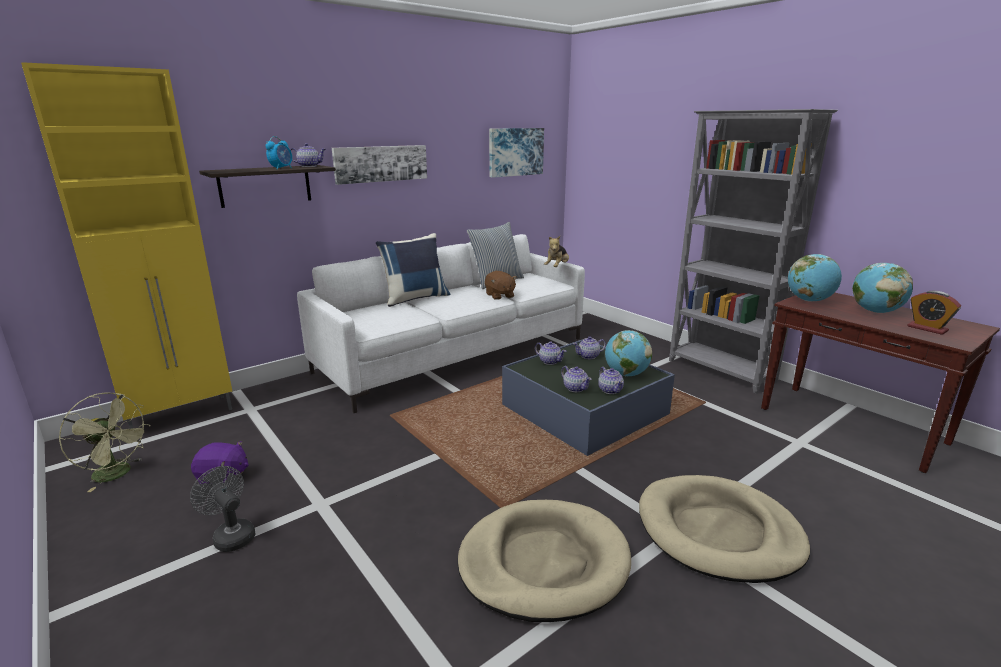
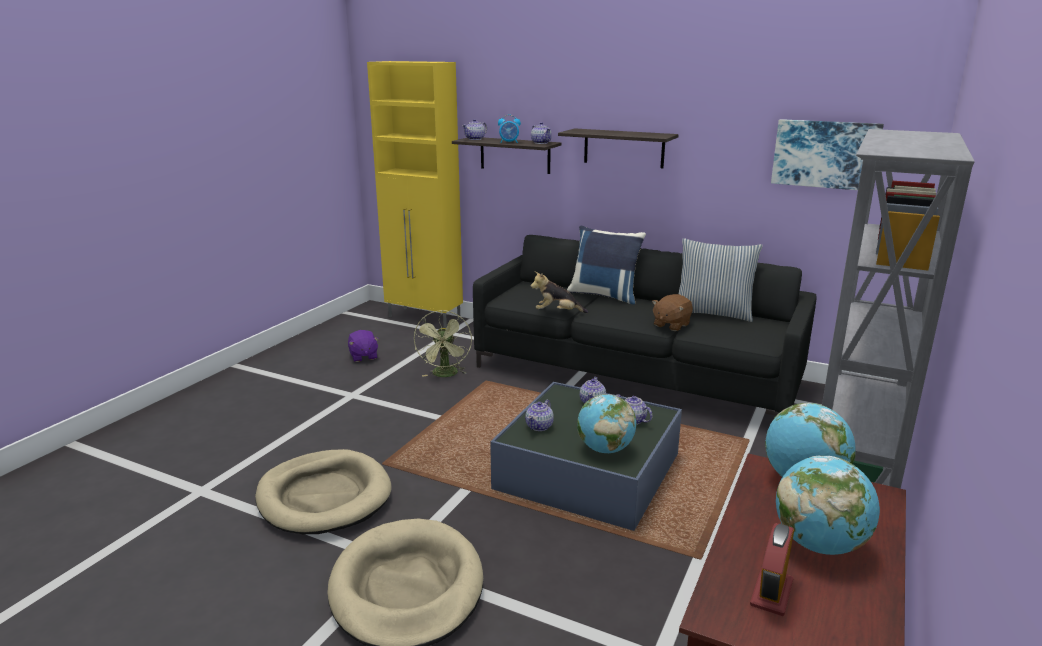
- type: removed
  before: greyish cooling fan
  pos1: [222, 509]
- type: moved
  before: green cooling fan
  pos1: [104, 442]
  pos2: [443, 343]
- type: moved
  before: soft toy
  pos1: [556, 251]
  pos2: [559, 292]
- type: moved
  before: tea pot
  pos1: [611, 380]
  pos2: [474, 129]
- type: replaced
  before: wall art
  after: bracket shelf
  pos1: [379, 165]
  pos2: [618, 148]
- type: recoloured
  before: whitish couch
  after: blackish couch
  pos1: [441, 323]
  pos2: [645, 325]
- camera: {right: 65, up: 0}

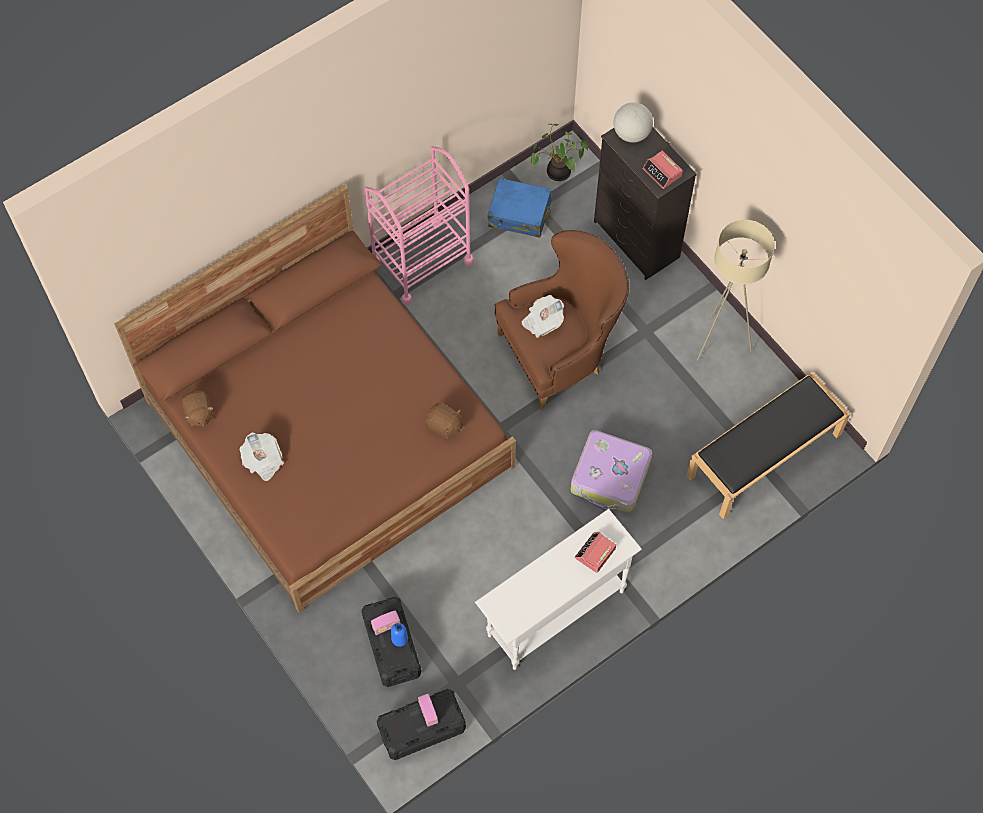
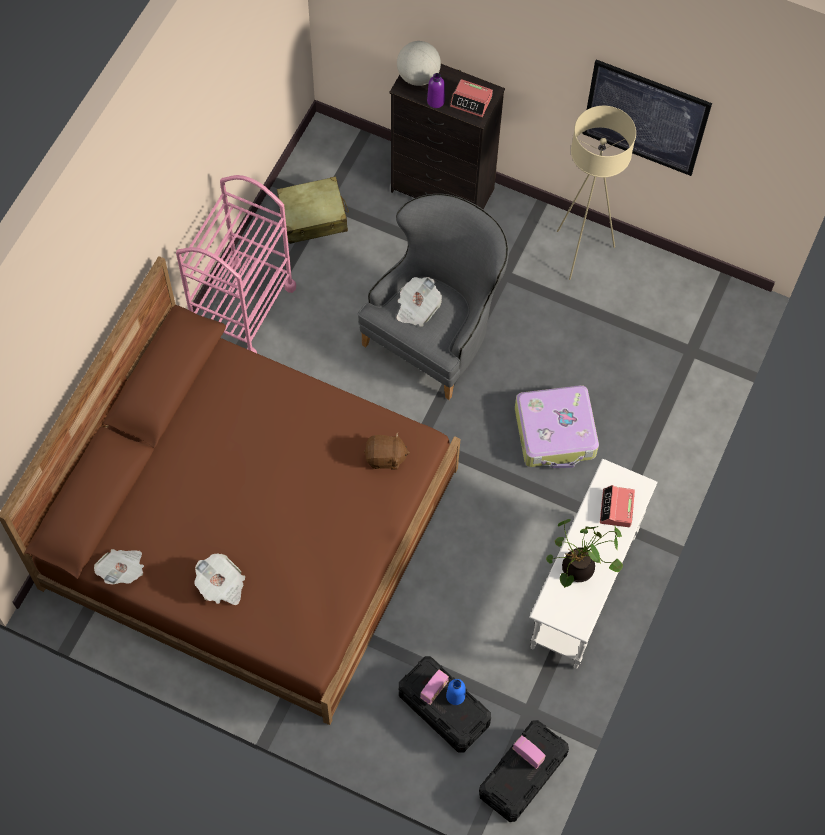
- type: removed
  before: blackish indoor bench
  pos1: [768, 445]
- type: added
  after: purple-coloured beverage bottle
  pos2: [436, 90]
- type: added
  after: wall art
  pos2: [647, 117]
- type: moved
  before: potted plant
  pos1: [559, 152]
  pos2: [584, 553]
- type: replaced
  before: brown soft toy
  after: printed paper
  pos1: [197, 408]
  pos2: [119, 566]
- type: recoloured
  before: blue piece of luggage
  after: beige-coloured piece of luggage
  pos1: [519, 208]
  pos2: [313, 210]
- type: recoloured
  before: brown lounge chair
  after: greyish lounge chair
  pos1: [562, 320]
  pos2: [433, 297]
- camera: {right: -30, up: 0}

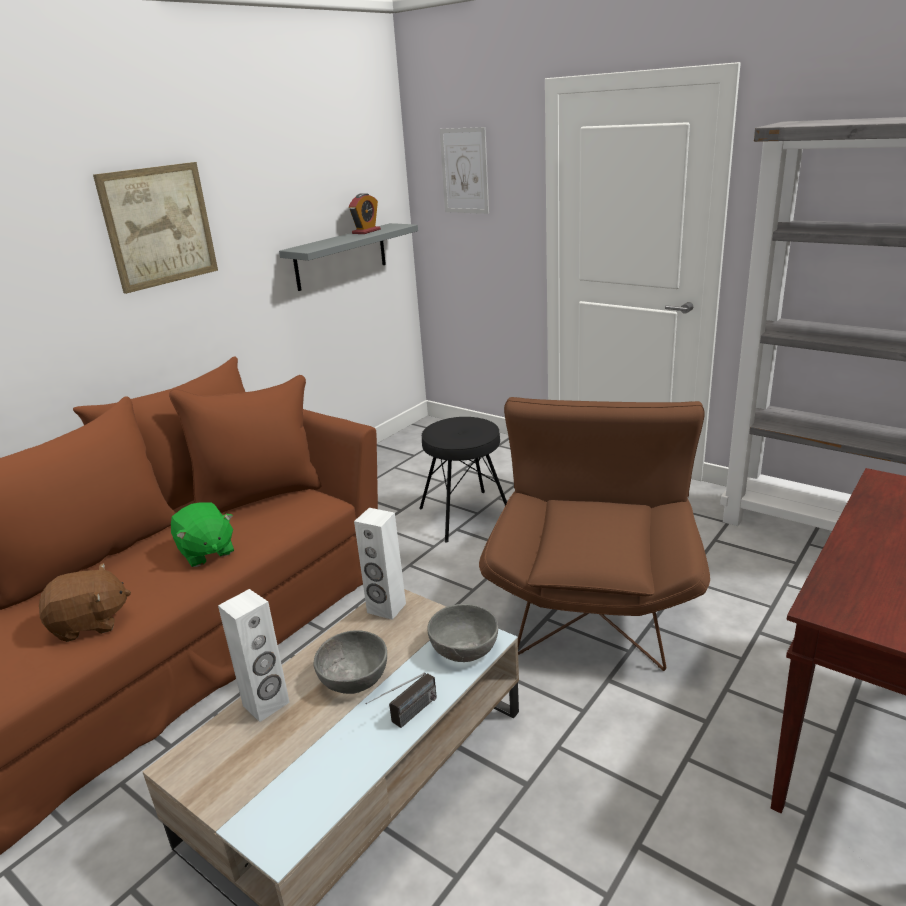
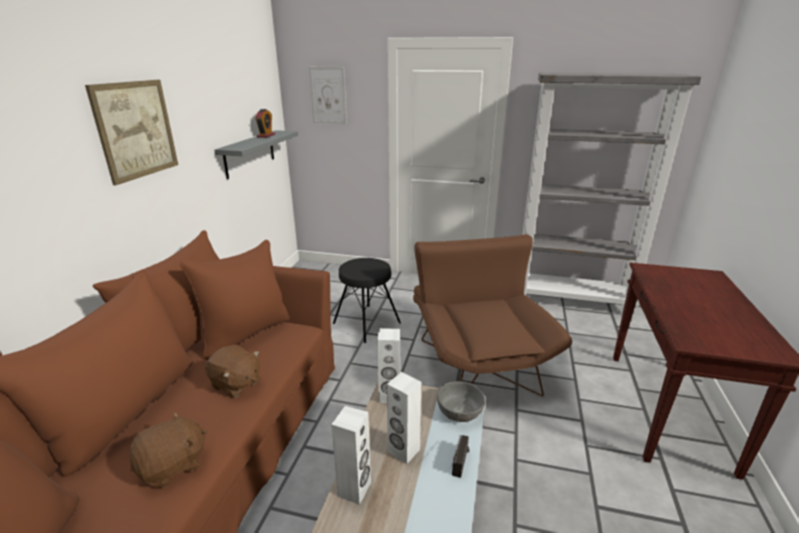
- type: replaced
  before: greyish serving bowl
  after: whitish speaker
  pos1: [350, 662]
  pos2: [404, 418]
- type: recoloured
  before: green soft toy
  after: brown soft toy
  pos1: [202, 535]
  pos2: [232, 371]
- camera: {right: -25, up: 0}

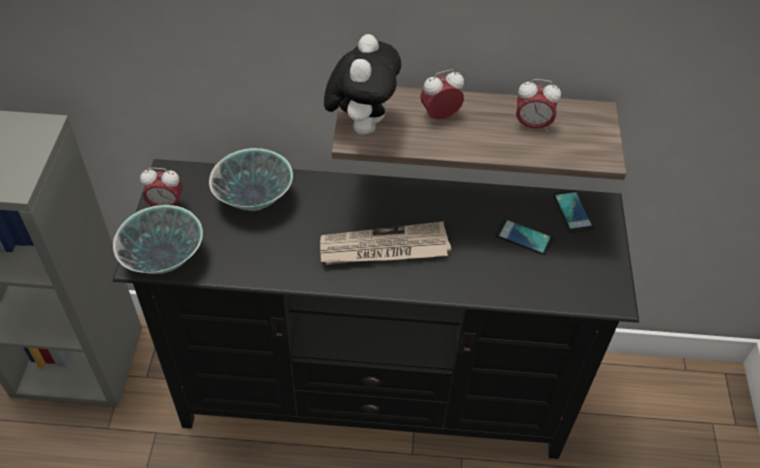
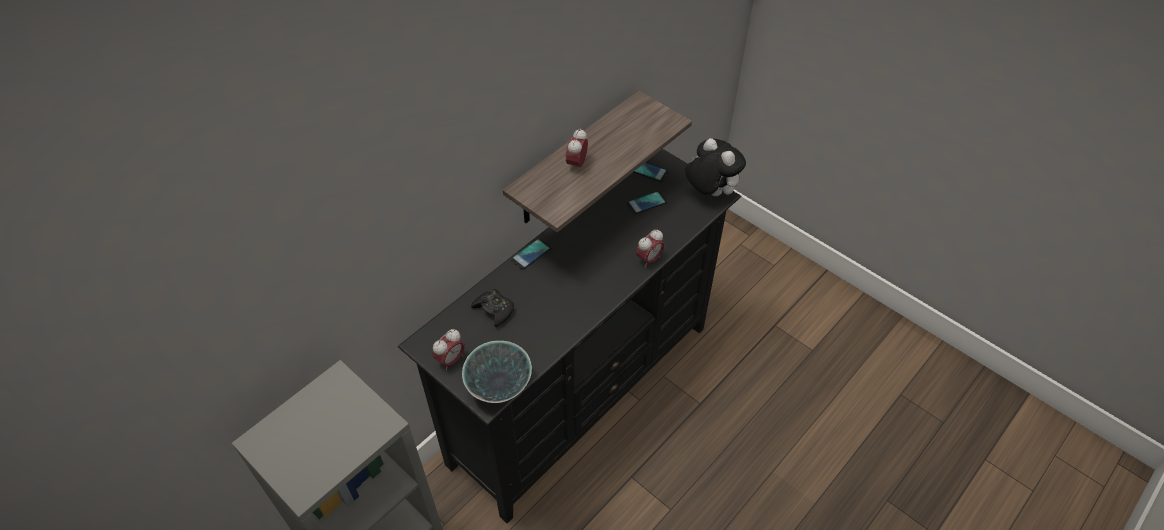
- type: removed
  before: printed paper
  pos1: [385, 243]
- type: added
  after: handset
  pos2: [531, 254]
- type: moved
  before: soft toy
  pos1: [362, 84]
  pos2: [715, 167]
- type: moved
  before: table clock
  pos1: [538, 105]
  pos2: [650, 248]
- type: replaced
  before: serving bowl
  after: blackish joypad
  pos1: [251, 179]
  pos2: [492, 308]
- camera: {right: -50, up: 0}

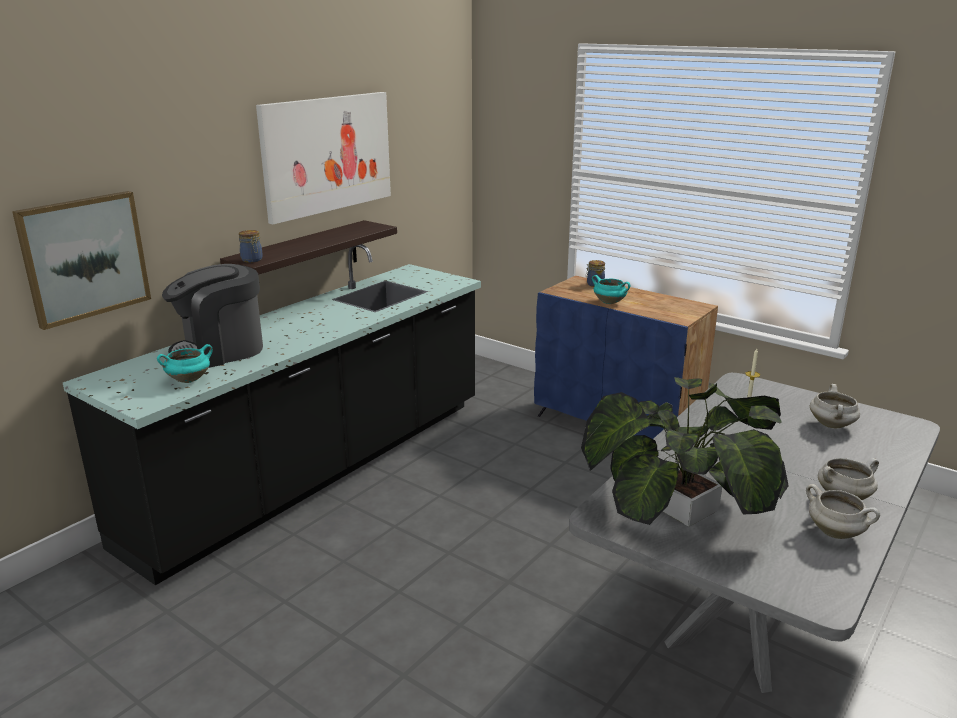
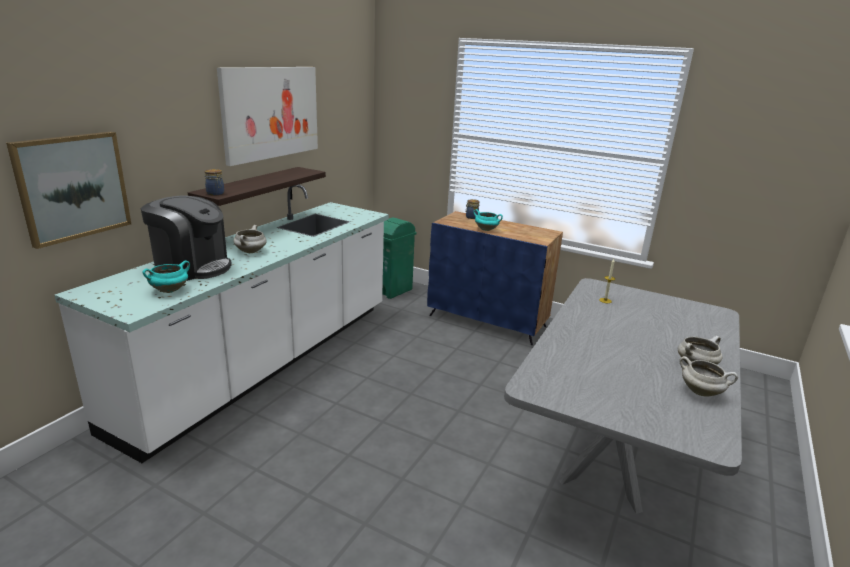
- type: removed
  before: potted plant
  pos1: [685, 451]
- type: added
  after: green trash can
  pos2: [400, 258]
- type: moved
  before: whitish saucepot
  pos1: [835, 406]
  pos2: [249, 239]
- type: recoloured
  before: blackish kitchen counter
  after: whitish kitchen counter
  pos1: [272, 414]
  pos2: [221, 323]
- type: turned
  before: coffee brewer
  pos1: [212, 316]
  pos2: [186, 238]
  turn: -120
- camera: {right: -10, up: 0}

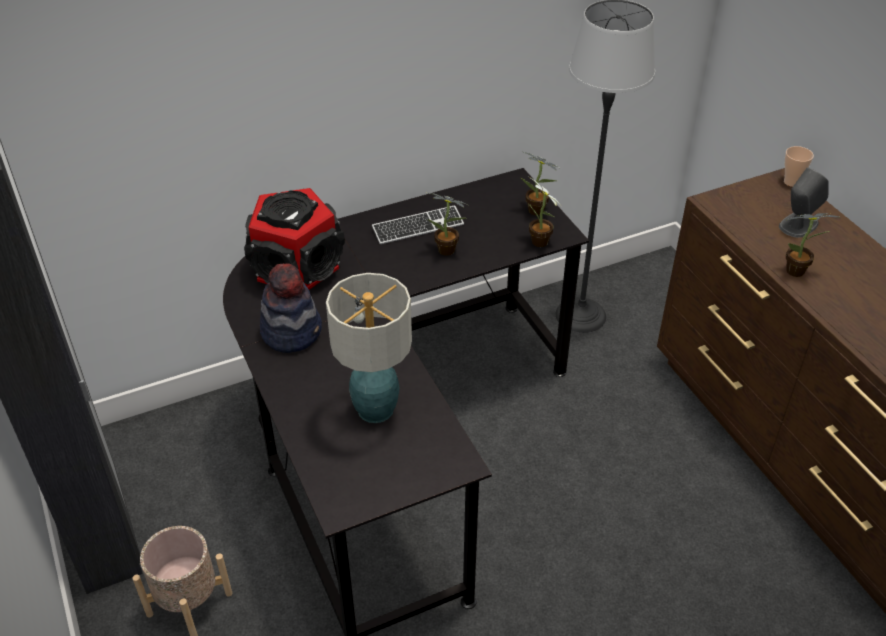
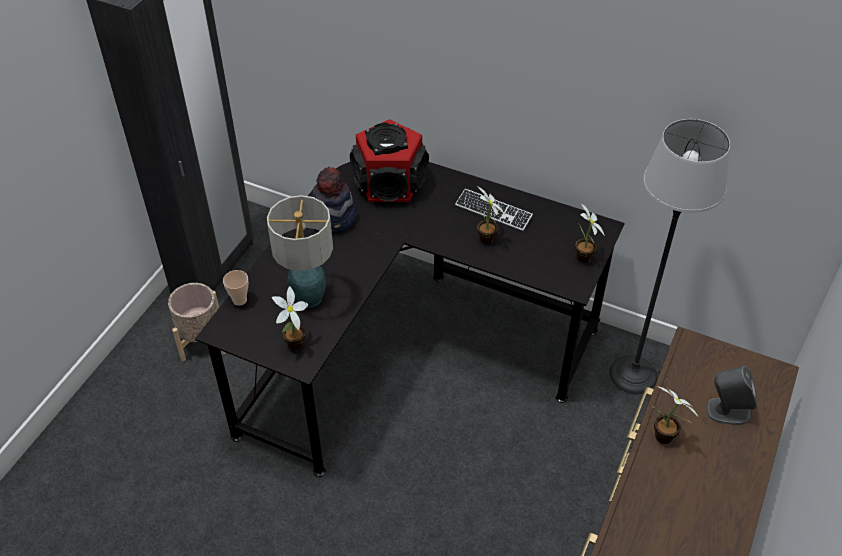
- type: moved
  before: potted plant
  pos1: [545, 212]
  pos2: [290, 318]
- type: moved
  before: cup
  pos1: [799, 166]
  pos2: [235, 288]
- camera: {right: 50, up: 5}

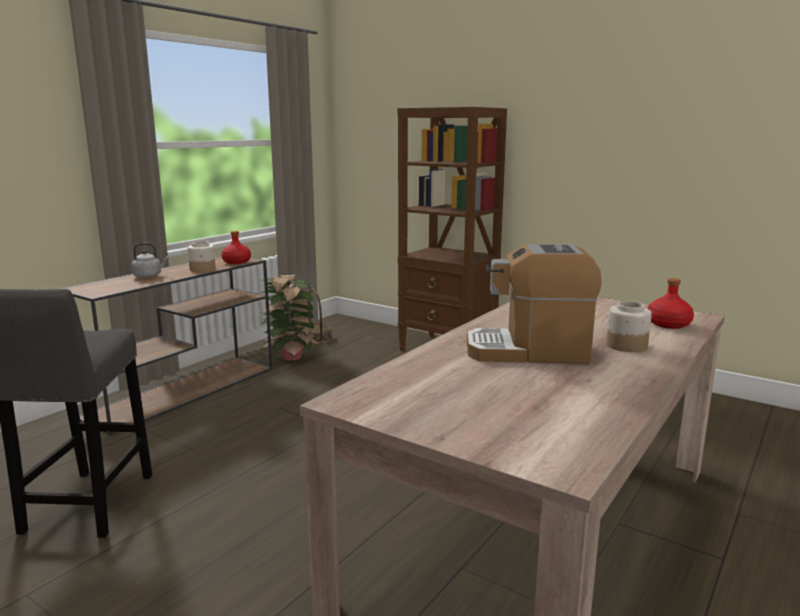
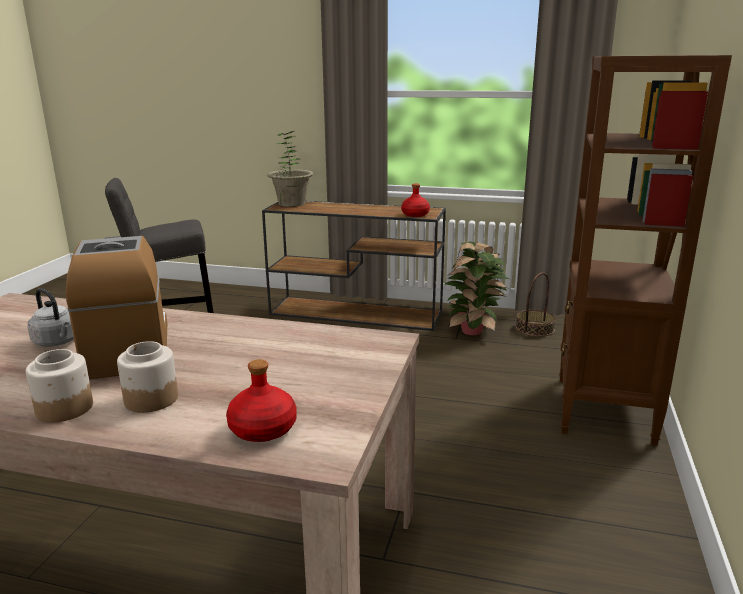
- type: added
  after: potted plant
  pos2: [290, 169]
- type: moved
  before: greyish water kettle
  pos1: [150, 260]
  pos2: [50, 317]
- type: moved
  before: jar
  pos1: [202, 256]
  pos2: [59, 385]
- camera: {right: 70, up: 5}

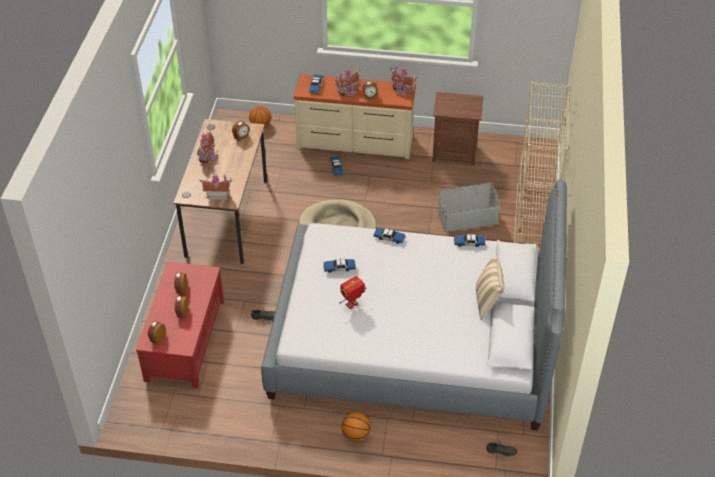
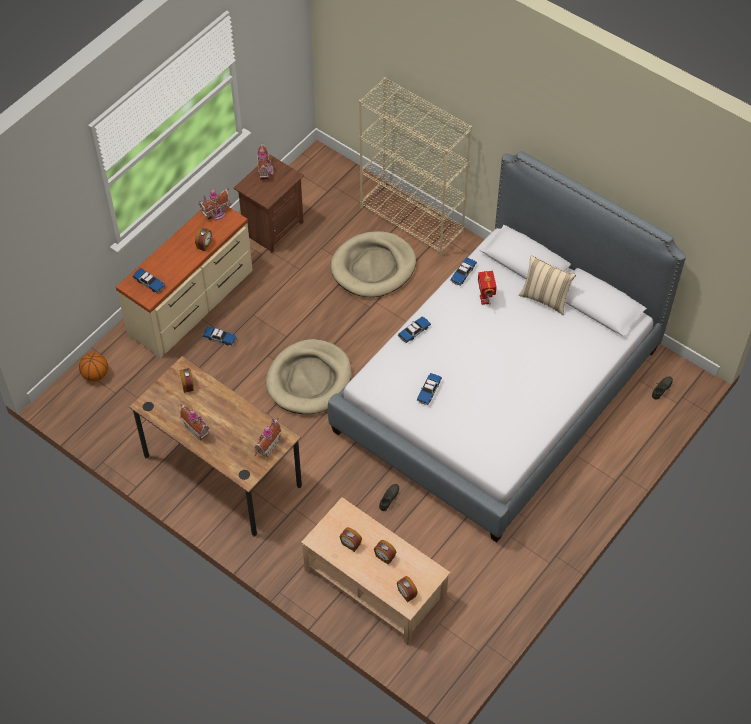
- type: removed
  before: basketball
  pos1: [356, 426]
- type: moved
  before: model house
  pos1: [348, 82]
  pos2: [265, 161]
- type: moved
  before: robot figure
  pos1: [352, 292]
  pos2: [487, 288]
- type: replaced
  before: greyish storage container
  after: beige-coloured pet bed
  pos1: [469, 207]
  pos2: [373, 264]
- type: recoloured
  before: red-coloured coffee table
  after: beige-coloured coffee table
  pos1: [180, 325]
  pos2: [375, 571]
- camera: {right: -60, up: 10}

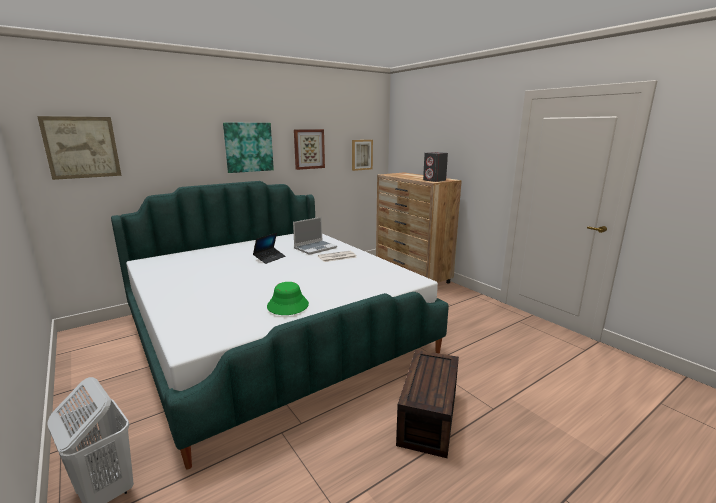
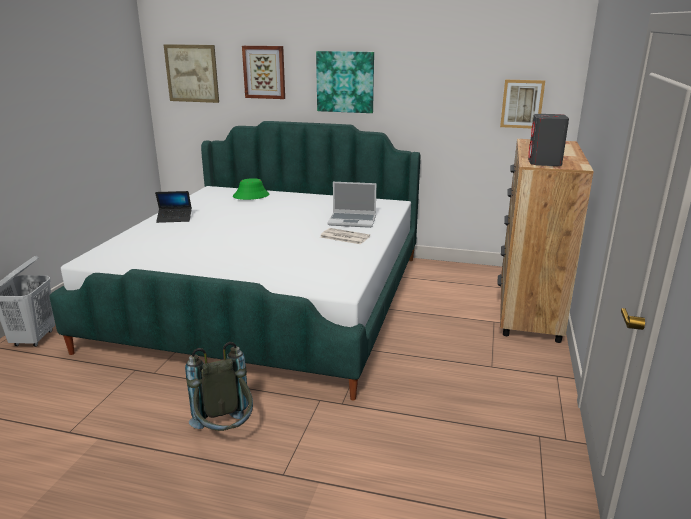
- type: moved
  before: portable computer
  pos1: [269, 248]
  pos2: [173, 207]
- type: moved
  before: green hat
  pos1: [288, 298]
  pos2: [251, 189]
- type: moved
  before: wall art
  pos1: [309, 149]
  pos2: [263, 72]
- type: replaced
  before: brown storage container
  after: greyish rucksack
  pos1: [427, 404]
  pos2: [219, 386]
- camera: {right: 50, up: 5}

